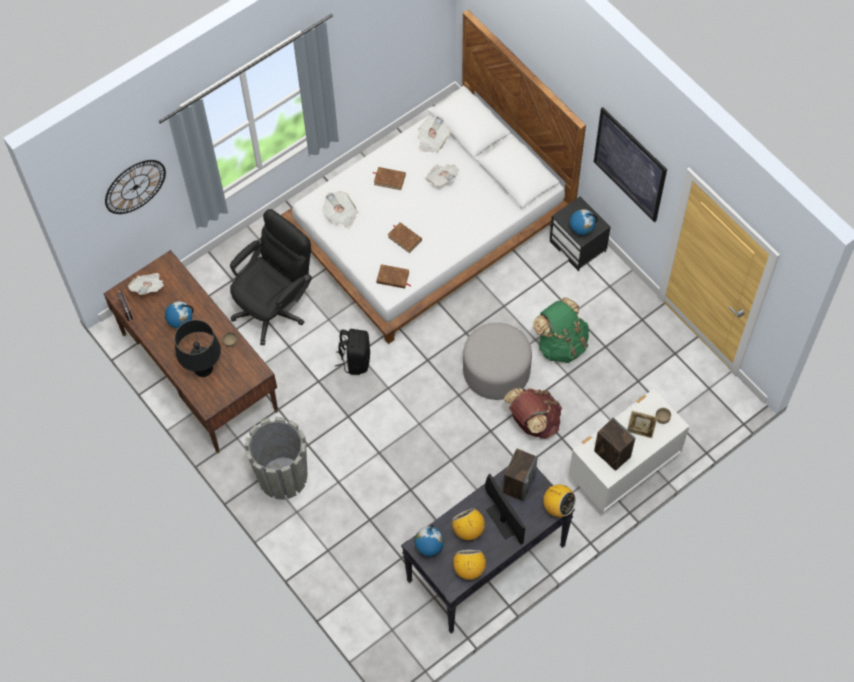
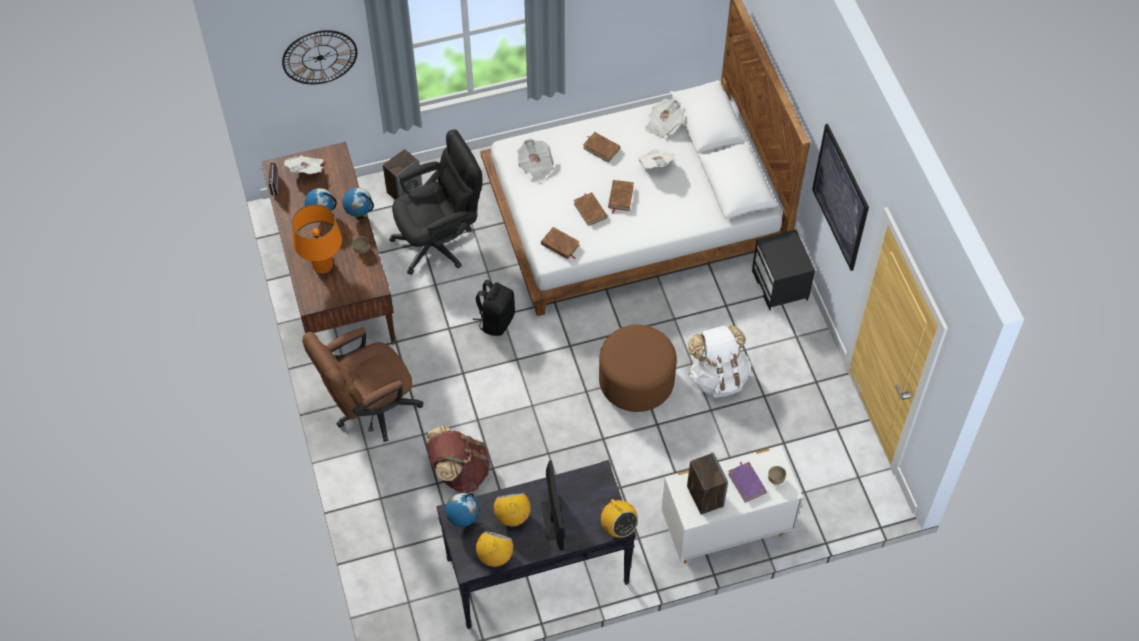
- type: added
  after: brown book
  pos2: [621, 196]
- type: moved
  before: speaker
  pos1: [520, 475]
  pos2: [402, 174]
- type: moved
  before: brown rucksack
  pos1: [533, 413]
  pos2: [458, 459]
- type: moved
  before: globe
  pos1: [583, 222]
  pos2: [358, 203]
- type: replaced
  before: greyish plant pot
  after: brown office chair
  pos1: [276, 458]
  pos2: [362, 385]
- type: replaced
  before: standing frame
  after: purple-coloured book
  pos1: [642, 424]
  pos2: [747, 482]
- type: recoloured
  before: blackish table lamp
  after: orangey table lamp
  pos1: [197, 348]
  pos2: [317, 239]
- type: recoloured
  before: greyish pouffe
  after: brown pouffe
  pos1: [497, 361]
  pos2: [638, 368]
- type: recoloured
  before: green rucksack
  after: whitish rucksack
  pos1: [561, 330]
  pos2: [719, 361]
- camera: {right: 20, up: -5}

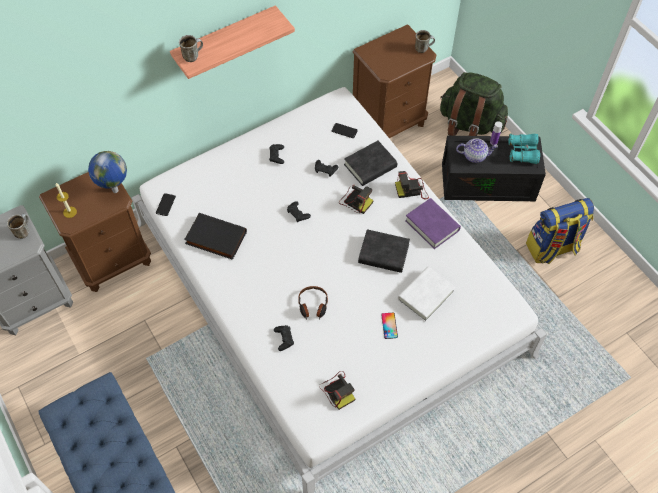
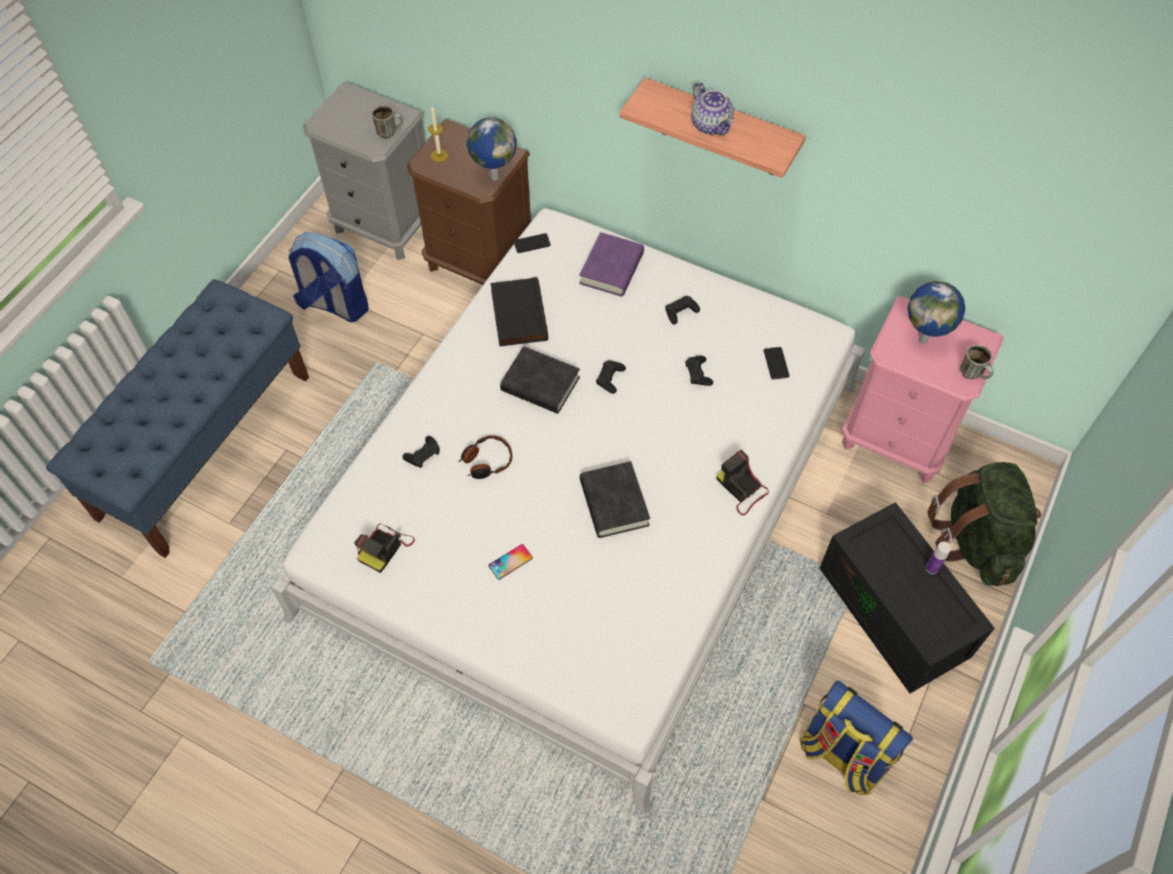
- type: removed
  before: tea mug
  pos1: [191, 48]
- type: removed
  before: photo camera
  pos1: [356, 199]
- type: removed
  before: whitish book
  pos1: [426, 294]
- type: removed
  before: blue-green field glasses
  pos1: [524, 149]
- type: added
  after: rucksack
  pos2: [328, 277]
- type: added
  after: globe
  pos2: [936, 312]
- type: moved
  before: blackish book
  pos1: [370, 163]
  pos2: [540, 380]
- type: moved
  before: purple-coloured book
  pos1: [433, 223]
  pos2: [611, 264]
- type: moved
  before: tea pot
  pos1: [477, 150]
  pos2: [712, 109]
- type: recoloured
  before: brown nightstand
  after: pink-coloured nightstand
  pos1: [394, 81]
  pos2: [922, 389]
- camera: {right: 60, up: 0}

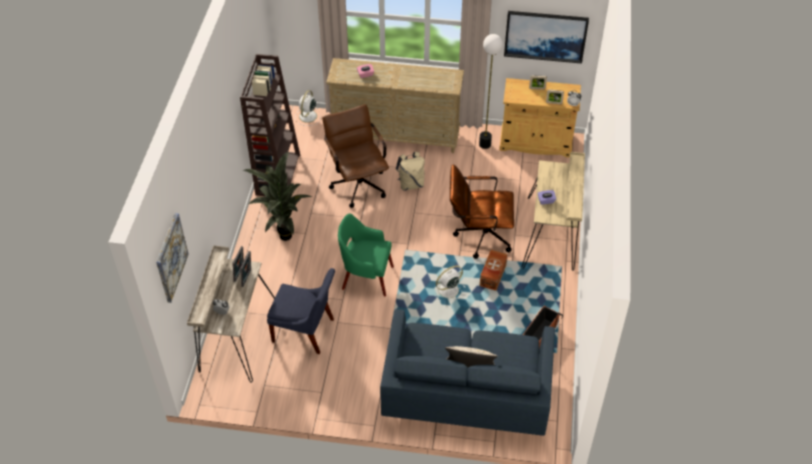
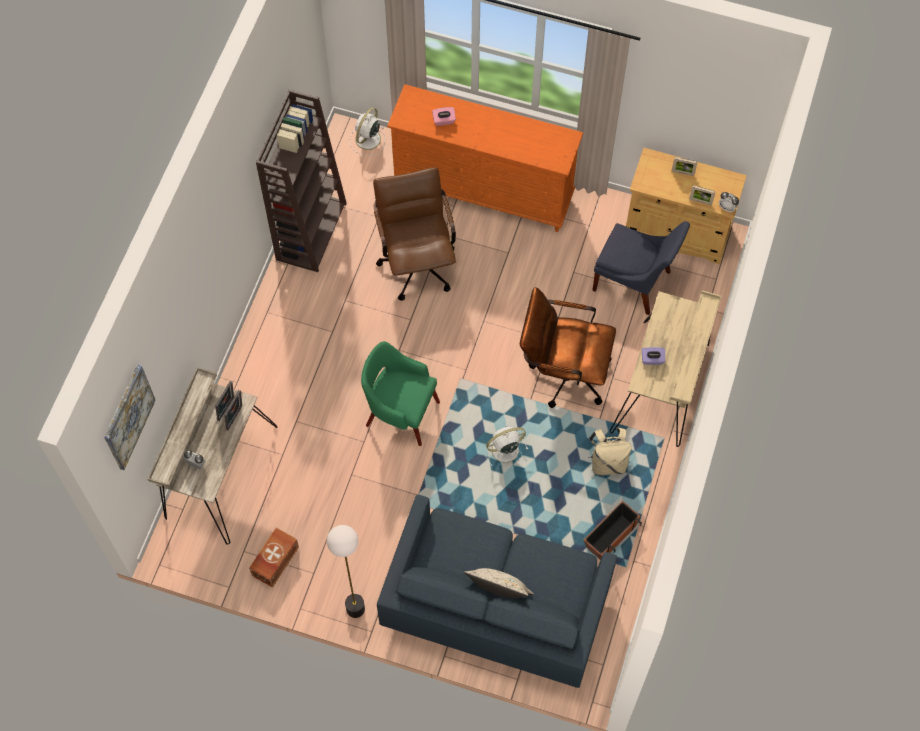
- type: removed
  before: potted plant
  pos1: [277, 196]
- type: removed
  before: wall art
  pos1: [546, 37]
- type: moved
  before: blue upright chair
  pos1: [301, 311]
  pos2: [641, 268]
- type: moved
  before: beige-coloured rucksack
  pos1: [410, 171]
  pos2: [610, 451]
- type: moved
  before: standard lamp
  pos1: [491, 91]
  pos2: [346, 571]
- type: moved
  before: brown storage container
  pos1: [494, 270]
  pos2: [274, 558]
- type: recoloured
  before: beige-coloured chest of drawers
  after: orangey chest of drawers
  pos1: [395, 105]
  pos2: [485, 158]
- camera: {right: 10, up: 15}

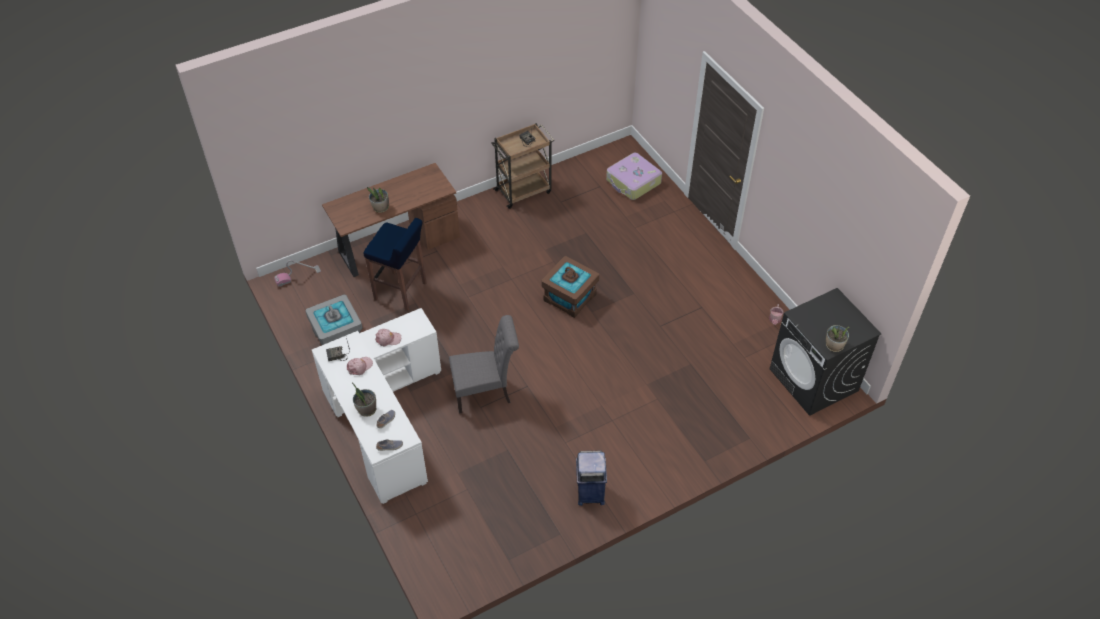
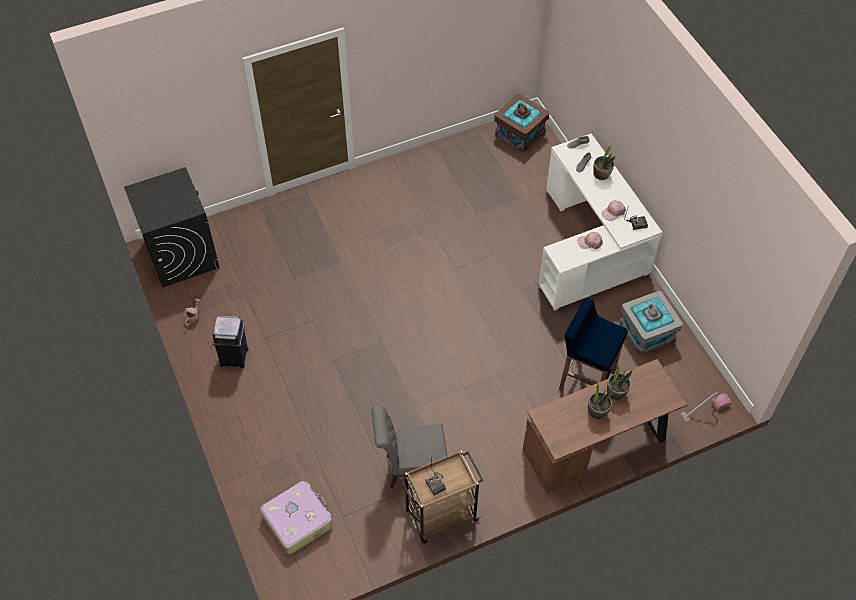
- type: moved
  before: greyish upright chair
  pos1: [484, 364]
  pos2: [409, 447]
- type: moved
  before: brown storage container
  pos1: [570, 287]
  pos2: [521, 123]
- type: moved
  before: blue trash can
  pos1: [591, 478]
  pos2: [230, 341]
- type: moved
  before: potted plant
  pos1: [837, 338]
  pos2: [600, 401]
- camera: {right: -175, up: 5}

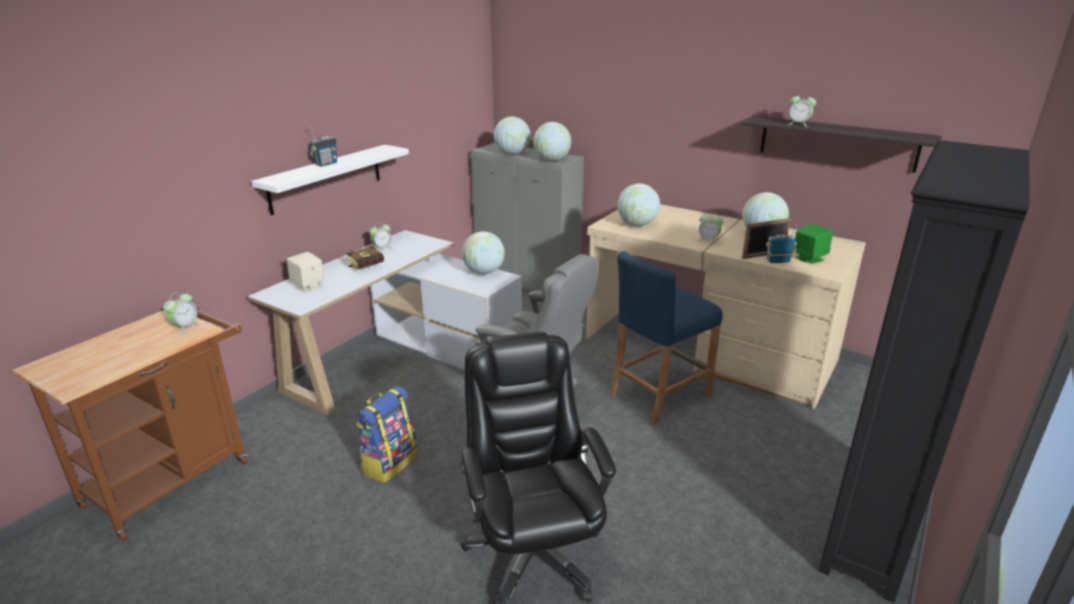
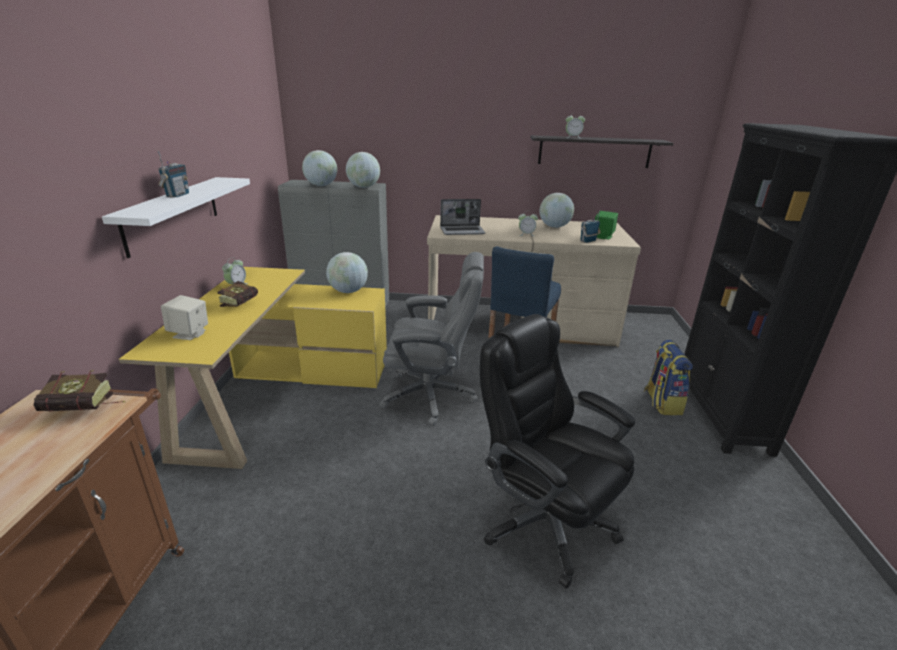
- type: removed
  before: standing frame
  pos1: [766, 238]
- type: moved
  before: rucksack
  pos1: [386, 434]
  pos2: [668, 377]
- type: replaced
  before: table clock
  after: book
  pos1: [182, 313]
  pos2: [79, 391]
- type: replaced
  before: globe
  after: portable computer
  pos1: [638, 204]
  pos2: [462, 217]
- type: recoloured
  before: whitish desk
  after: yellow-coloured desk
  pos1: [385, 323]
  pos2: [253, 368]
- camera: {right: -30, up: 0}

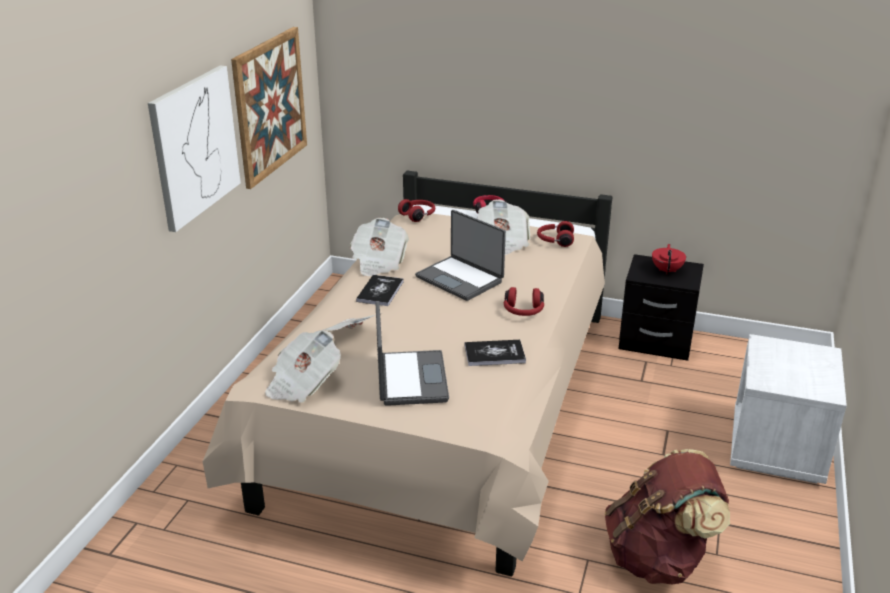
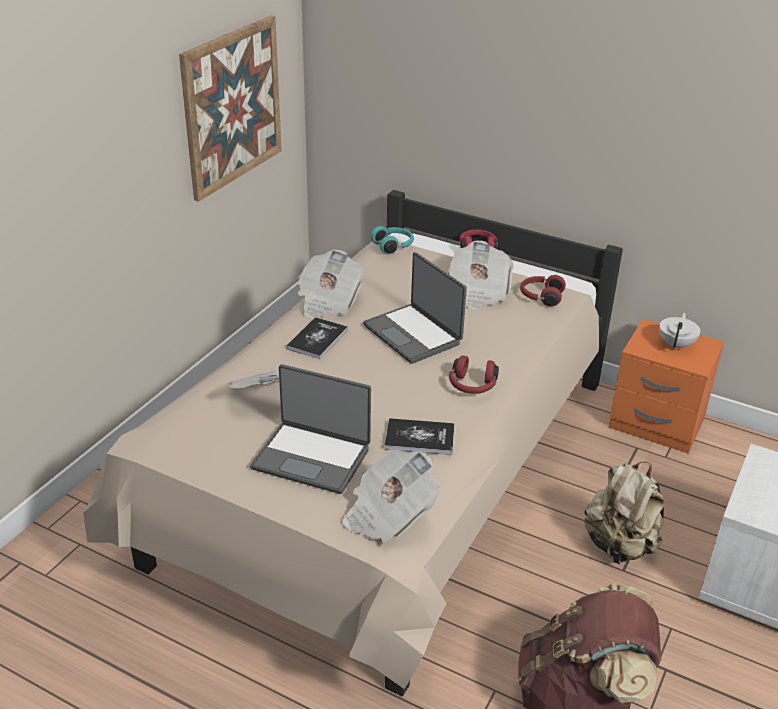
- type: removed
  before: wall art
  pos1: [194, 149]
- type: added
  after: beige-coloured rucksack
  pos2: [624, 512]
- type: moved
  before: printed paper
  pos1: [303, 366]
  pos2: [390, 497]
- type: recoloured
  before: red-coloured pair of headphones
  after: blue-green pair of headphones
  pos1: [416, 210]
  pos2: [392, 240]
- type: recoloured
  before: blackish nightstand
  after: orangey nightstand
  pos1: [661, 307]
  pos2: [666, 386]
- type: recoloured
  before: red-coloured tea pot
  after: whitish tea pot
  pos1: [669, 259]
  pos2: [680, 331]
- type: turned
  before: portable computer
  pos1: [412, 353]
  pos2: [310, 429]
  turn: 105
- camera: {right: 10, up: 5}

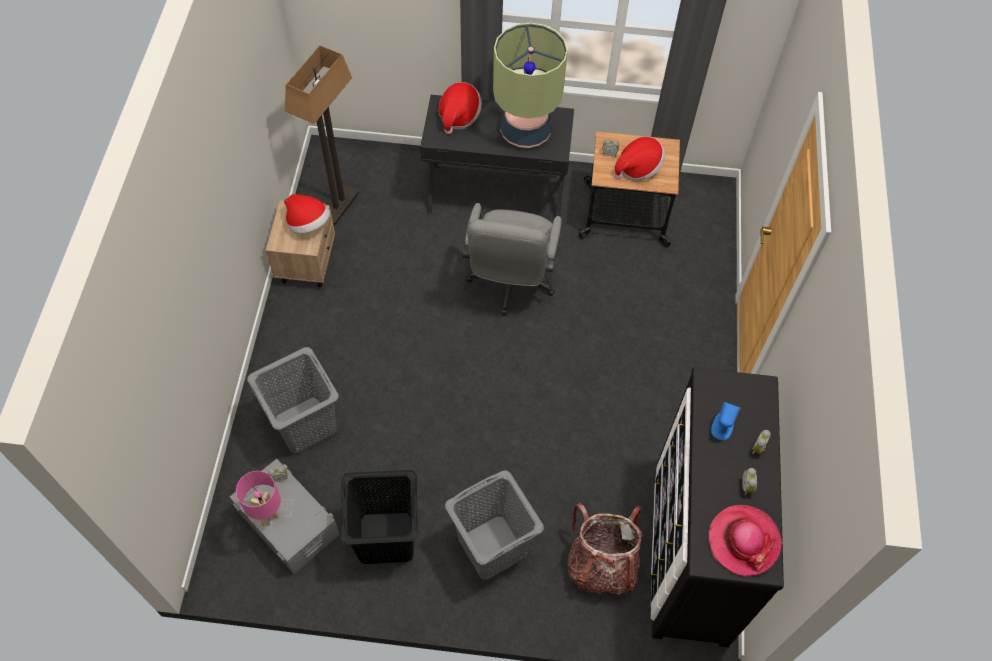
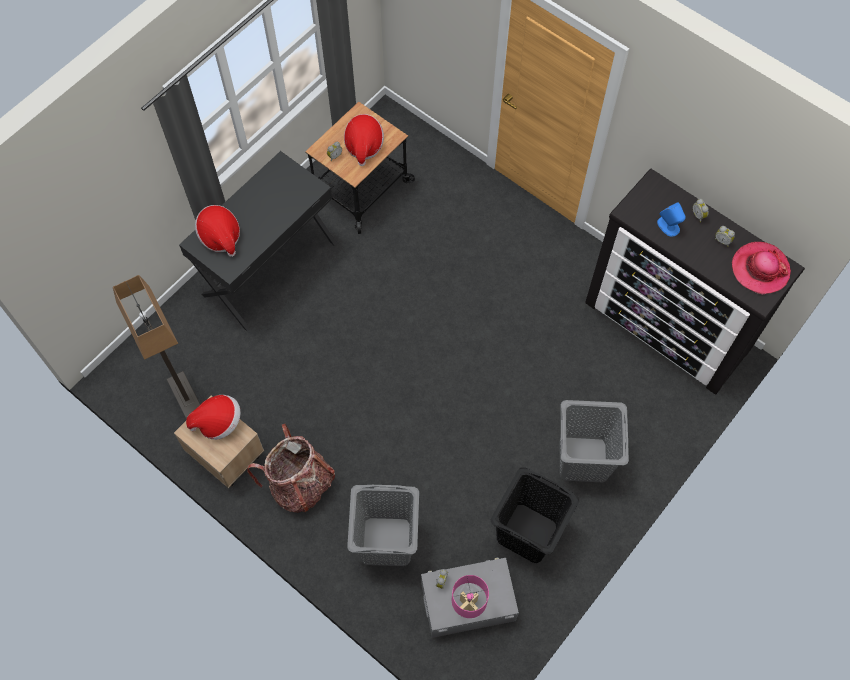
- type: removed
  before: greyish office chair
  pos1: [512, 259]
- type: removed
  before: table lamp
  pos1: [530, 85]
- type: moved
  before: rucksack
  pos1: [605, 549]
  pos2: [291, 468]
- camera: {right: -55, up: 5}

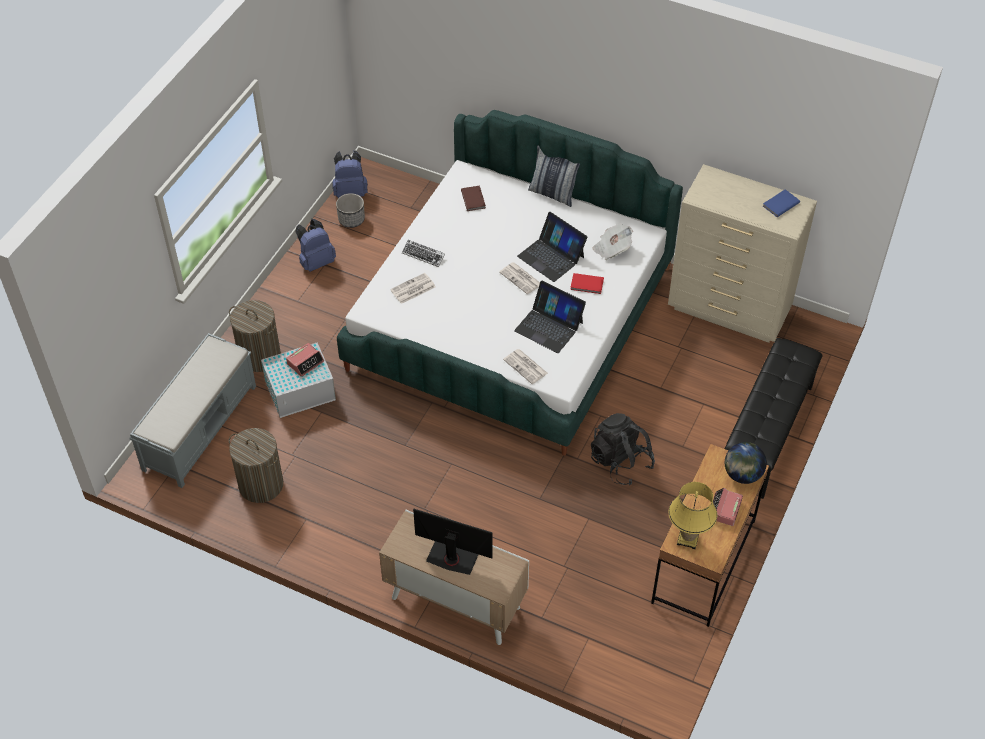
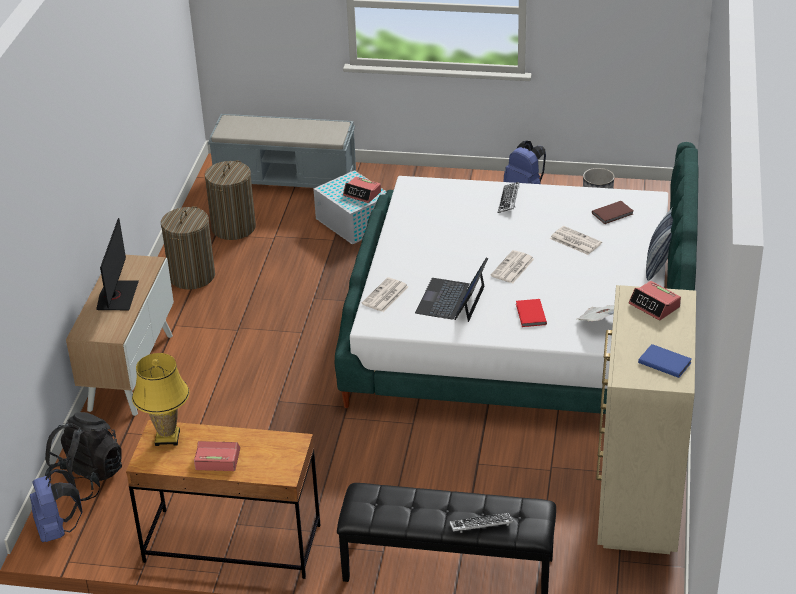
- type: removed
  before: portable computer
  pos1: [552, 247]
- type: removed
  before: globe
  pos1: [746, 463]
- type: added
  after: computer keyboard
  pos2: [481, 523]
- type: added
  after: table clock
  pos2: [655, 300]
- type: moved
  before: washing basket
  pos1: [255, 336]
  pos2: [188, 247]
- type: moved
  before: blue rucksack
  pos1: [350, 174]
  pos2: [56, 505]
- type: moved
  before: printed paper
  pos1: [412, 288]
  pos2: [576, 240]
- type: moved
  before: blackish rucksack
  pos1: [623, 449]
  pos2: [83, 456]
- camera: {right: 75, up: -15}

